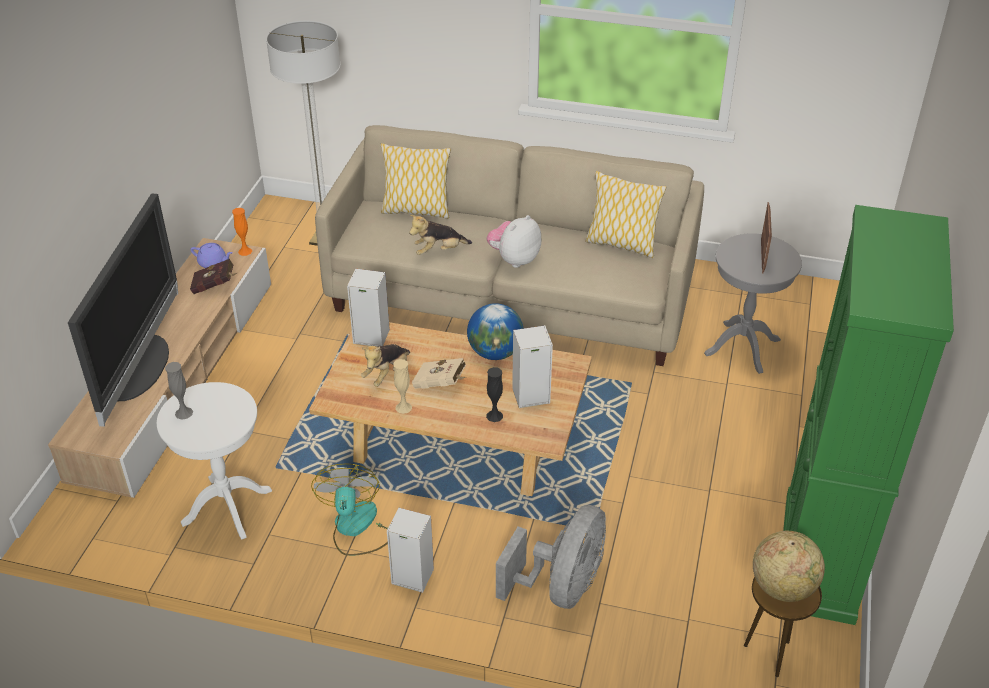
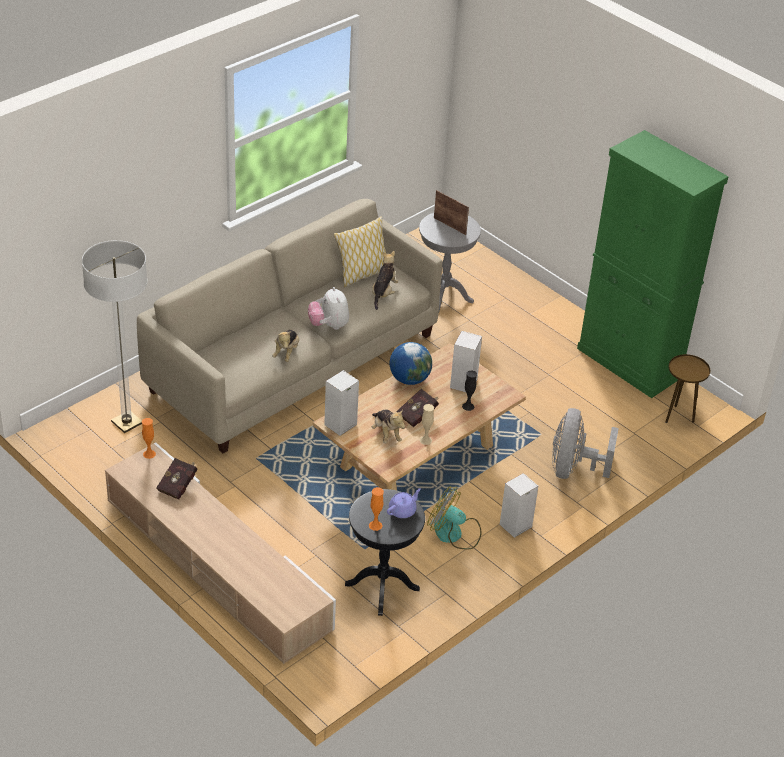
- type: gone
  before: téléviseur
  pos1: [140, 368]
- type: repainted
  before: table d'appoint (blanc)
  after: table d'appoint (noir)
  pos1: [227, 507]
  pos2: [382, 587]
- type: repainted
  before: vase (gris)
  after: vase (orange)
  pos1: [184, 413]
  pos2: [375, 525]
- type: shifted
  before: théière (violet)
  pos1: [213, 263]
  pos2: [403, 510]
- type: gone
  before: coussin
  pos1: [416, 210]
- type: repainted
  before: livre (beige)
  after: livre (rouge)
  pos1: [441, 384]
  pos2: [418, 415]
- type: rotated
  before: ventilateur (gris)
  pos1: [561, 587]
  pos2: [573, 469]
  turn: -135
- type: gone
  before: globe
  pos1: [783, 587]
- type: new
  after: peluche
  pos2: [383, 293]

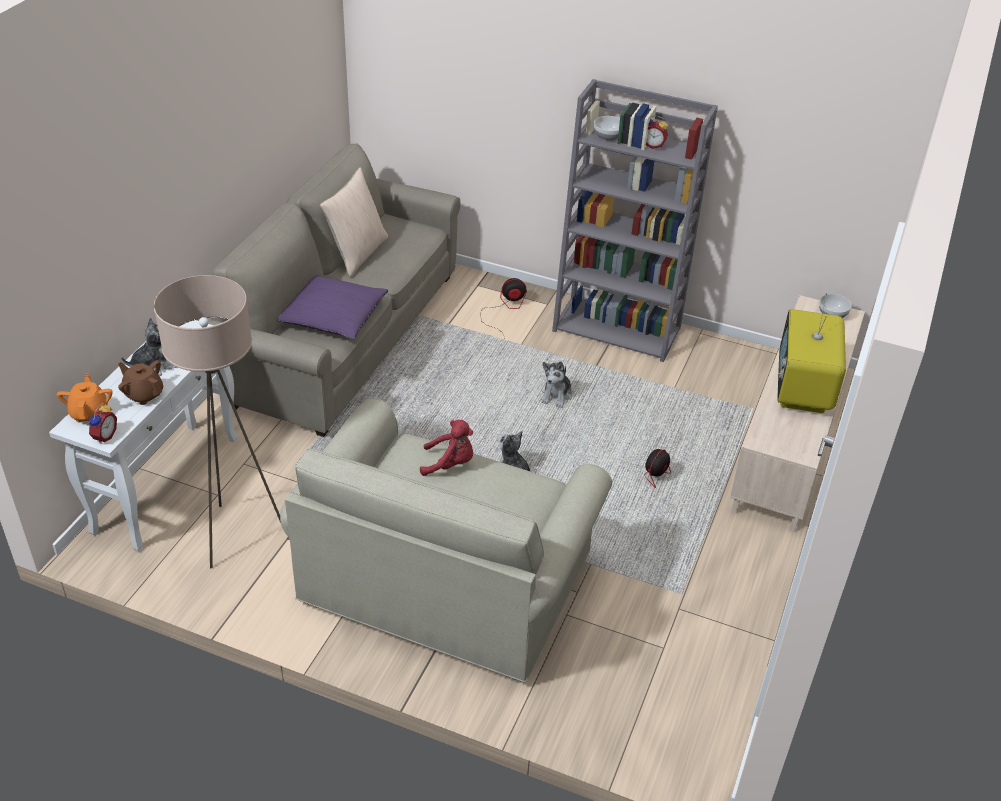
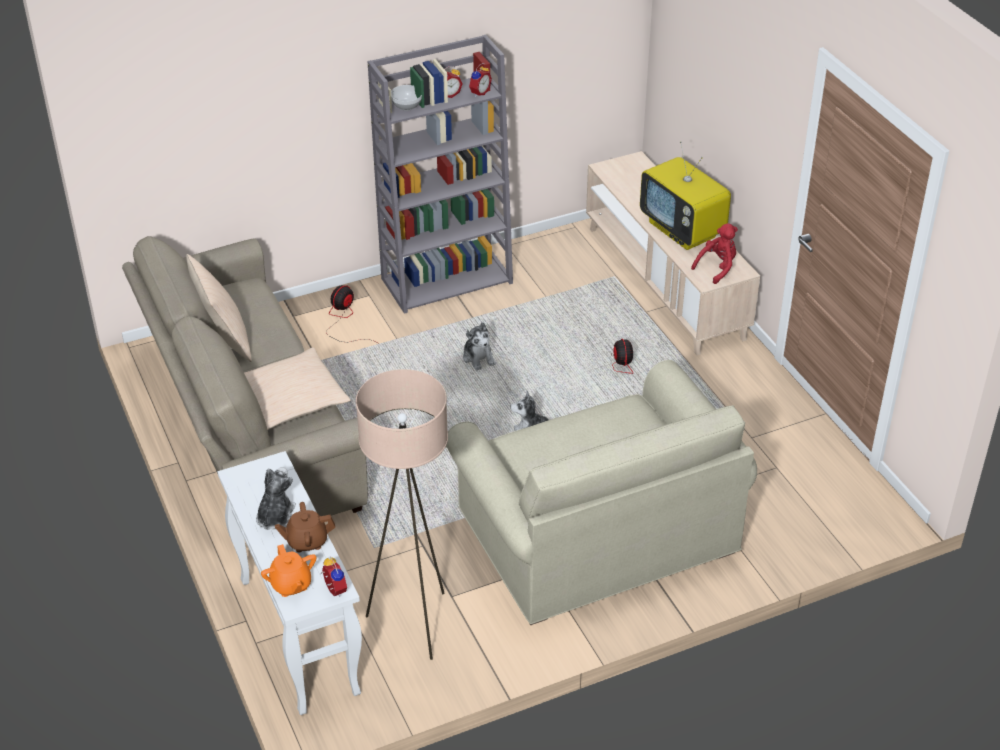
- type: rotated
  before: théière (orange)
  pos1: [90, 413]
  pos2: [291, 585]
  turn: -150
- type: repainted
  before: coussin (violet)
  after: coussin (beige)
  pos1: [332, 317]
  pos2: [291, 400]
- type: shifted
  before: peluche (rouge)
  pos1: [450, 464]
  pos2: [717, 268]
- type: gone
  before: bol
  pos1: [832, 314]
- type: new
  after: réveil
  pos2: [479, 92]

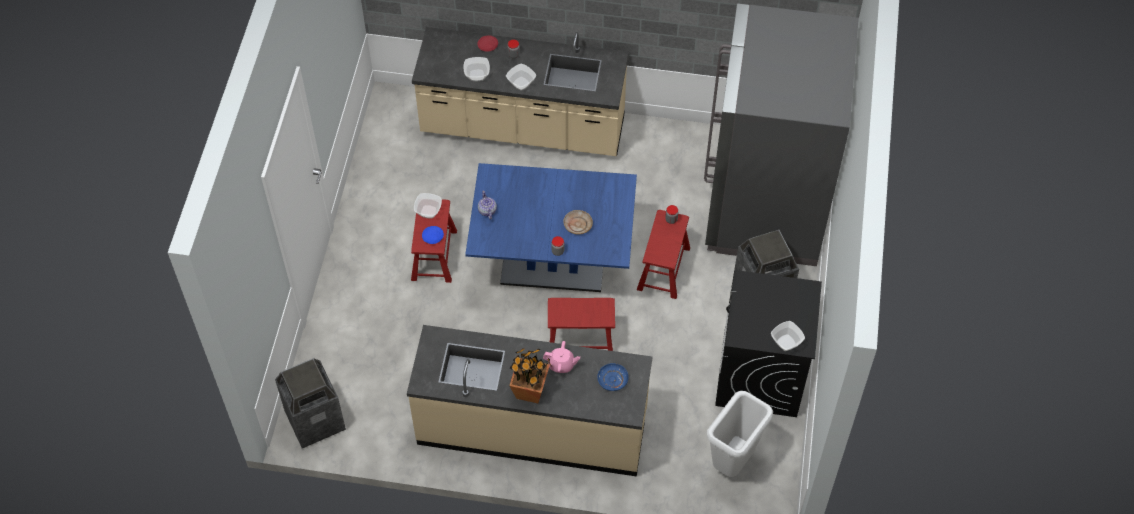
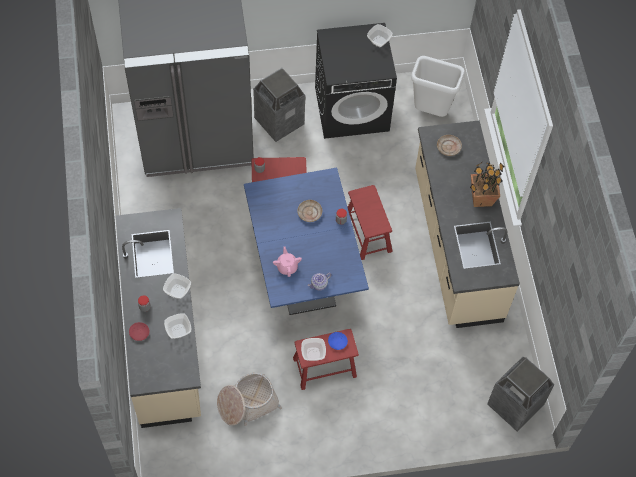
- type: shifted
  before: théière (rose)
  pos1: [561, 365]
  pos2: [287, 267]
- type: repainted
  before: assiette (bleu)
  after: assiette (beige)
  pos1: [612, 379]
  pos2: [448, 147]
- type: new
  after: panier
  pos2: [247, 403]

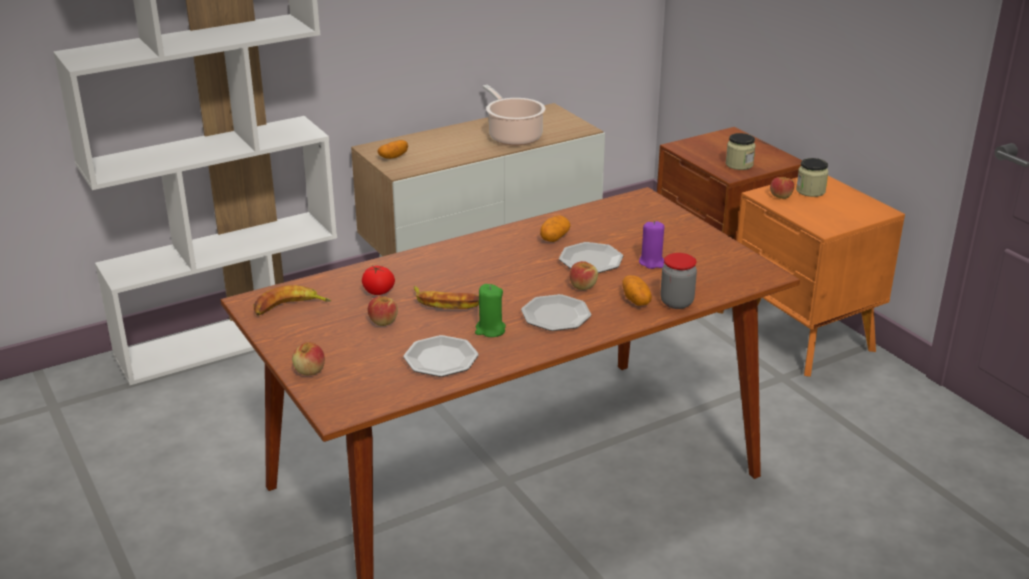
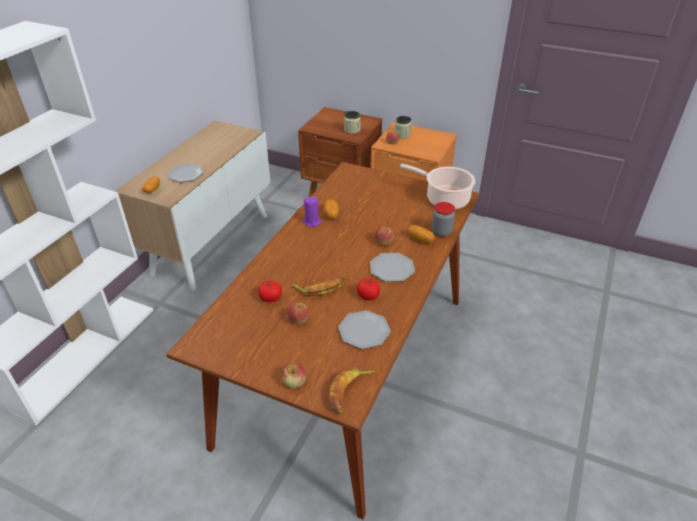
- type: shifted
  before: banane
  pos1: [290, 307]
  pos2: [349, 392]
- type: swapped
  before: bougie (vert)
  after: tomate
  pos1: [490, 330]
  pos2: [368, 296]
- type: shifted
  before: marmite
  pos1: [513, 136]
  pos2: [444, 199]
- type: shifted
  before: assiette
  pos1: [590, 260]
  pos2: [185, 174]
- type: shifted
  before: bougie (violet)
  pos1: [652, 262]
  pos2: [312, 222]

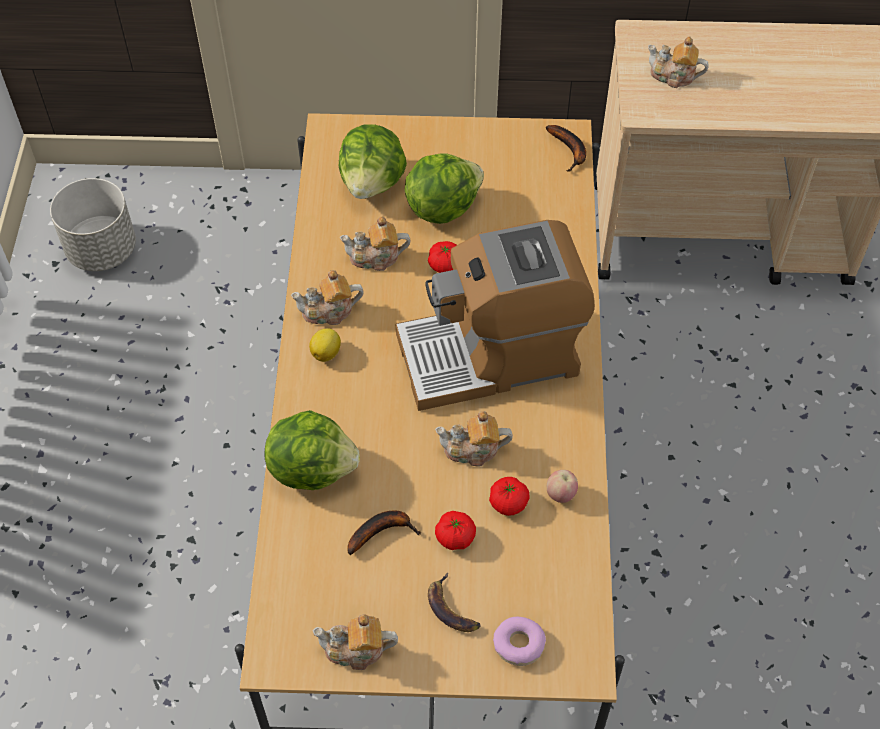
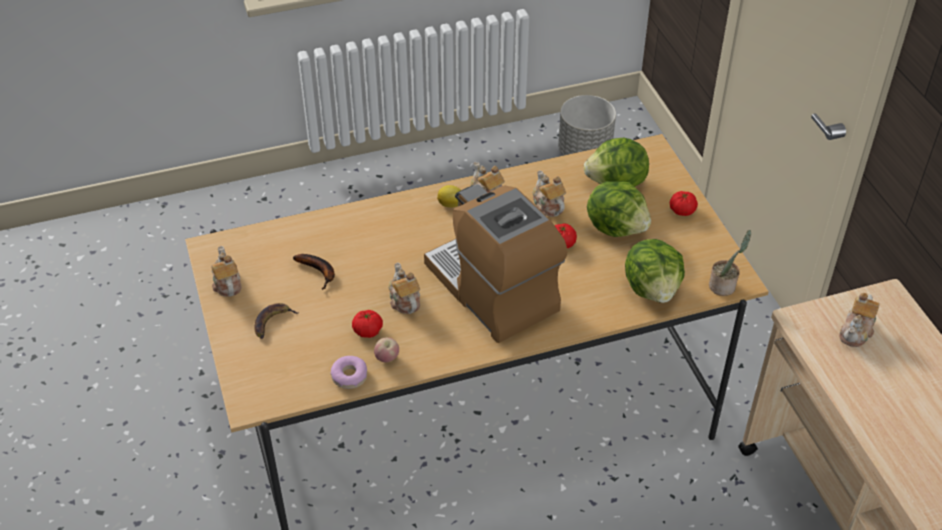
- type: shifted
  before: laitue
  pos1: [312, 468]
  pos2: [652, 289]
- type: shifted
  before: tomate
  pos1: [455, 537]
  pos2: [682, 210]
- type: shifted
  before: beignet
  pos1: [519, 644]
  pos2: [349, 376]
- type: swapped
  before: banane
  after: plante en pot
  pos1: [570, 150]
  pos2: [724, 286]
- type: rotated
  before: théière
  pos1: [673, 76]
  pos2: [856, 331]
  turn: -150

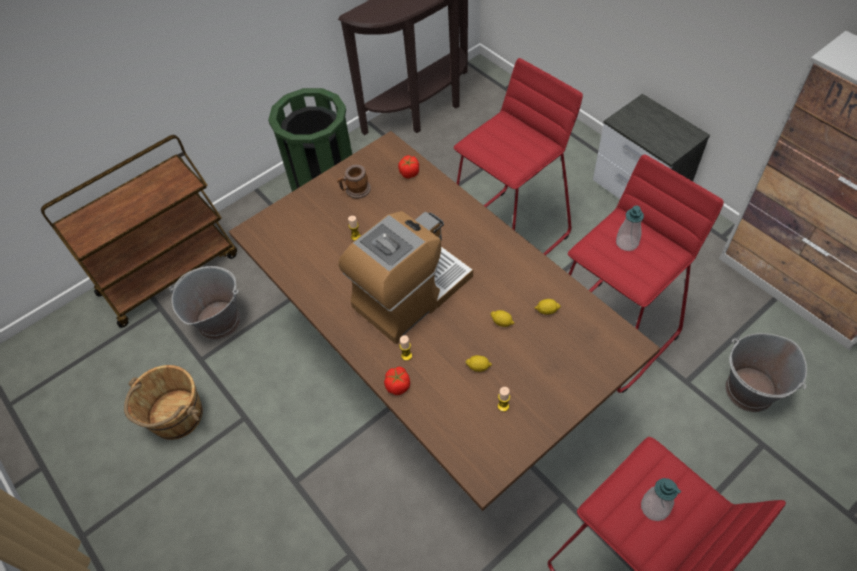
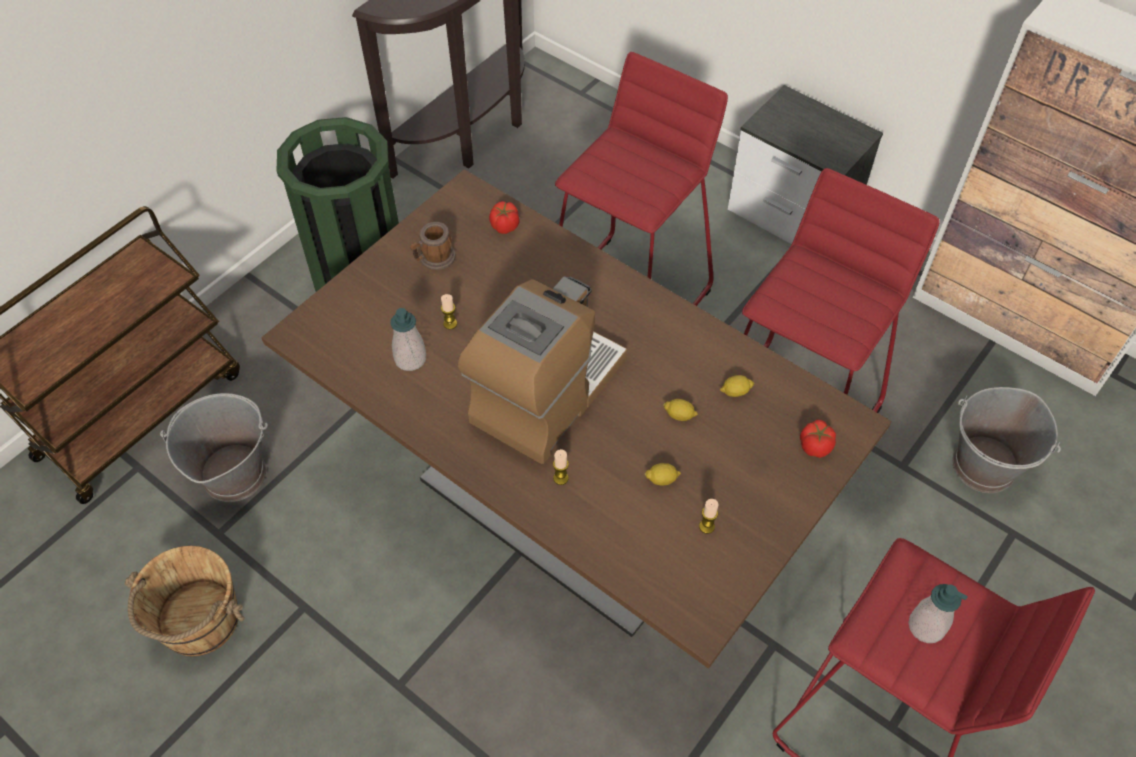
- type: shifted
  before: tomate
  pos1: [398, 385]
  pos2: [815, 446]
- type: shifted
  before: distributeur de savon
  pos1: [627, 243]
  pos2: [410, 359]

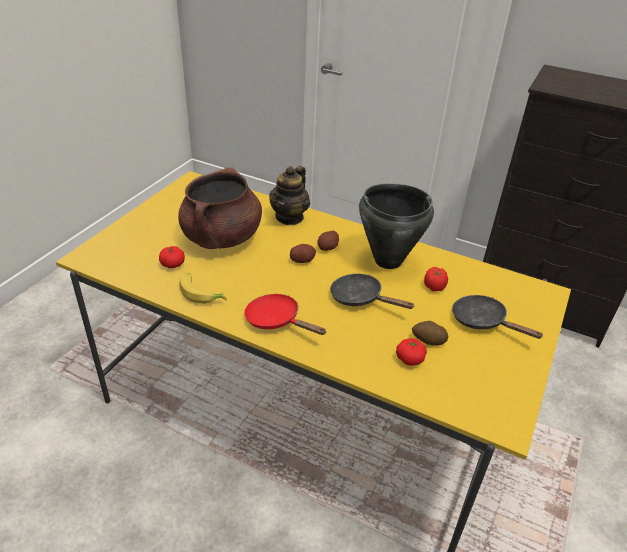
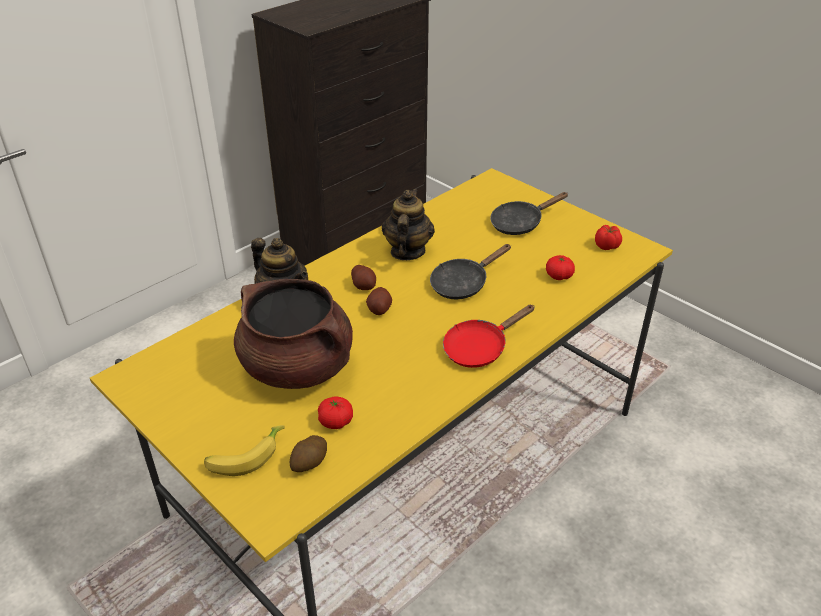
- type: shifted
  before: banane
  pos1: [201, 293]
  pos2: [245, 456]
- type: swapped
  before: marmite (noir)
  after: théière
  pos1: [387, 260]
  pos2: [407, 251]
- type: shifted
  before: pomme de terre
  pos1: [428, 341]
  pos2: [309, 463]
- type: shifted
  before: tomate
  pos1: [434, 287]
  pos2: [607, 246]

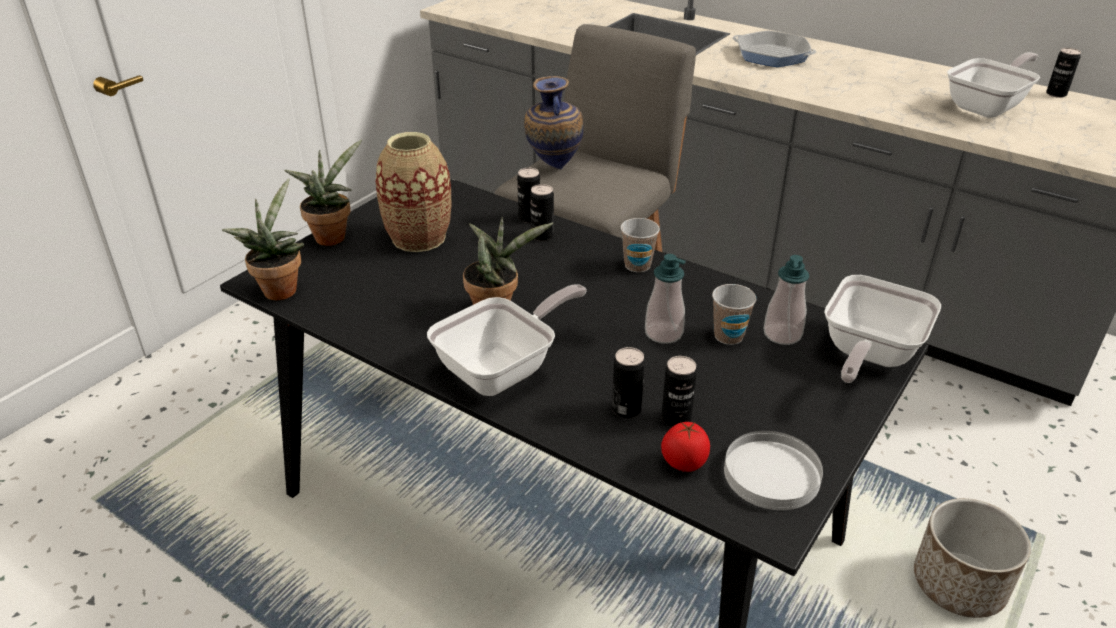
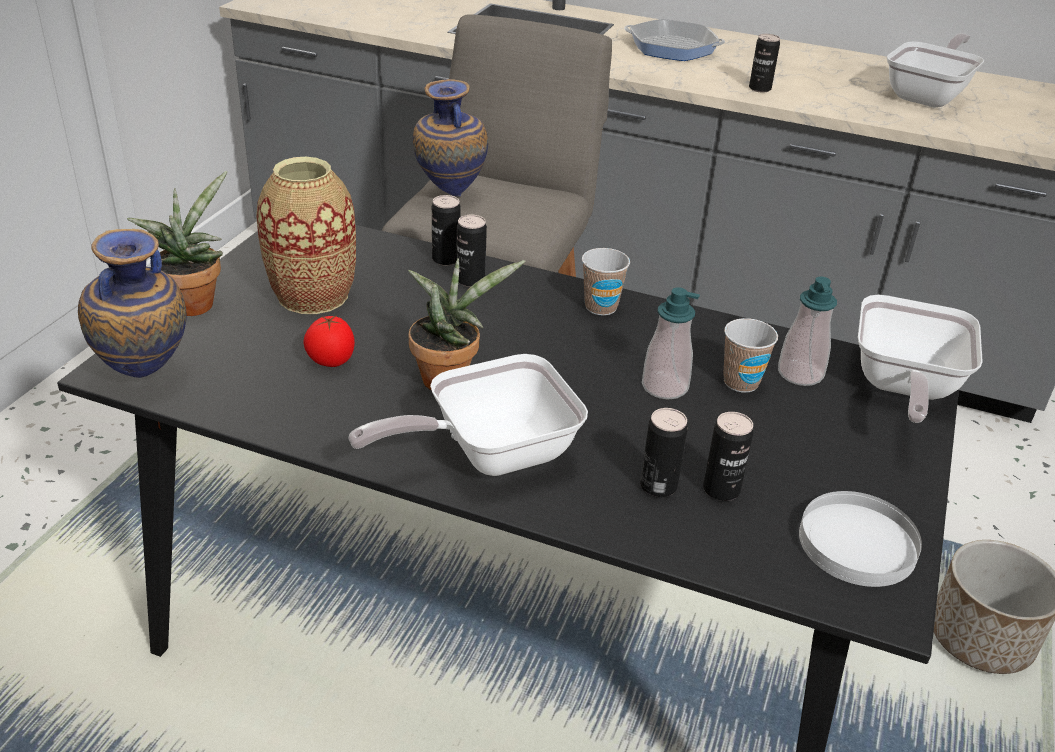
- type: swapped
  before: plante en pot
  after: vase
  pos1: [279, 288]
  pos2: [146, 379]
- type: rotated
  before: poêle
  pos1: [504, 369]
  pos2: [489, 453]
  turn: -150
- type: shifted
  before: tomate
  pos1: [683, 464]
  pos2: [330, 362]
- type: shifted
  before: boîte métallique
  pos1: [1056, 94]
  pos2: [760, 88]

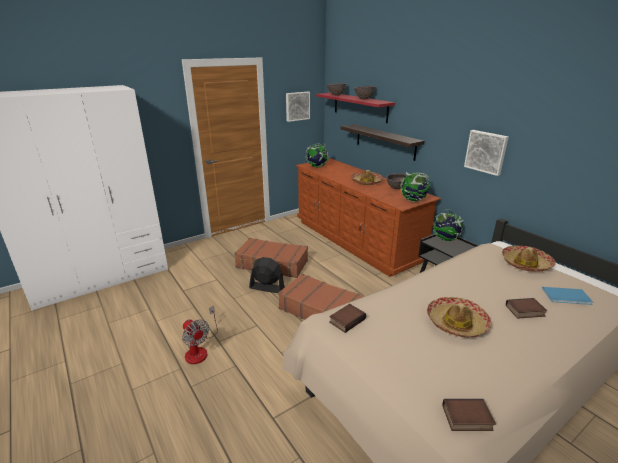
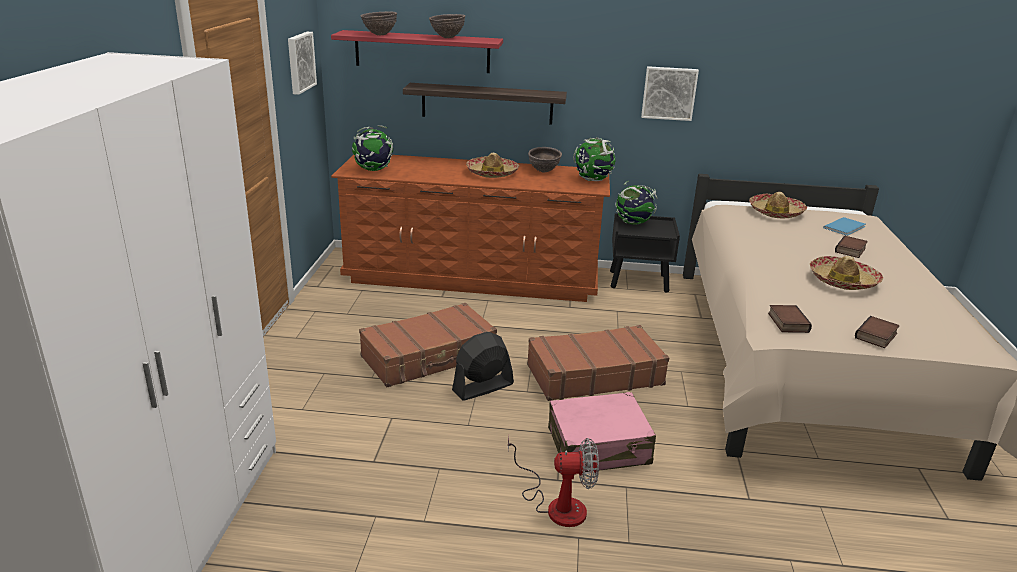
- type: shifted
  before: livre
  pos1: [466, 419]
  pos2: [877, 336]
- type: new
  after: valise (rose)
  pos2: [599, 447]

